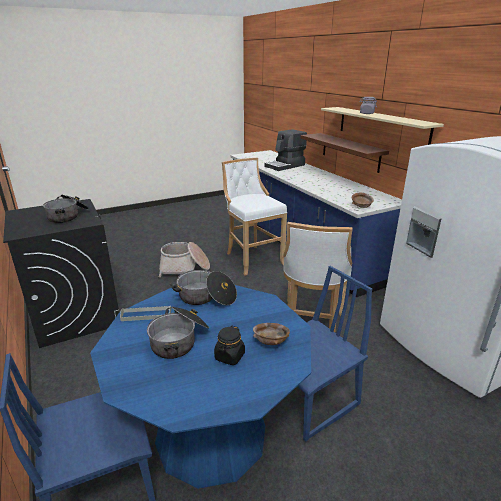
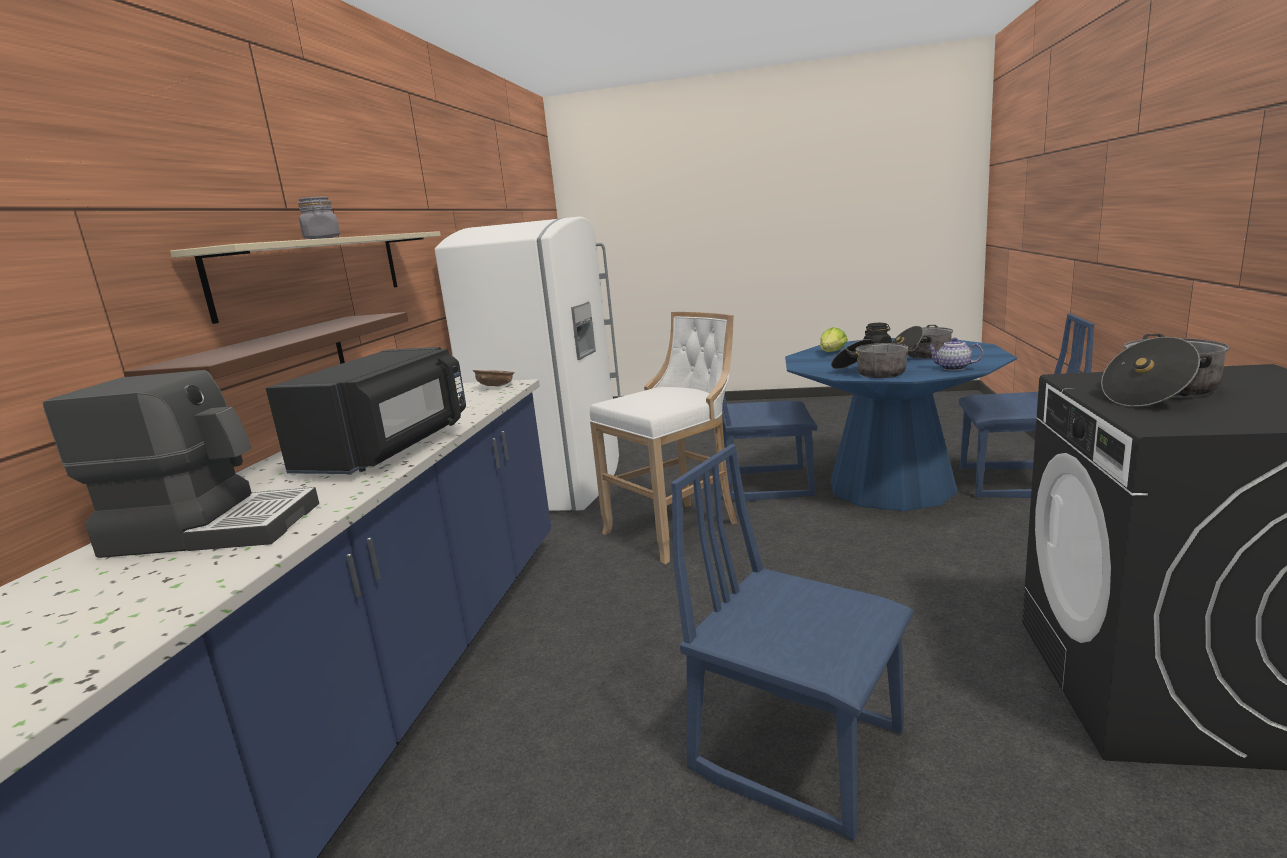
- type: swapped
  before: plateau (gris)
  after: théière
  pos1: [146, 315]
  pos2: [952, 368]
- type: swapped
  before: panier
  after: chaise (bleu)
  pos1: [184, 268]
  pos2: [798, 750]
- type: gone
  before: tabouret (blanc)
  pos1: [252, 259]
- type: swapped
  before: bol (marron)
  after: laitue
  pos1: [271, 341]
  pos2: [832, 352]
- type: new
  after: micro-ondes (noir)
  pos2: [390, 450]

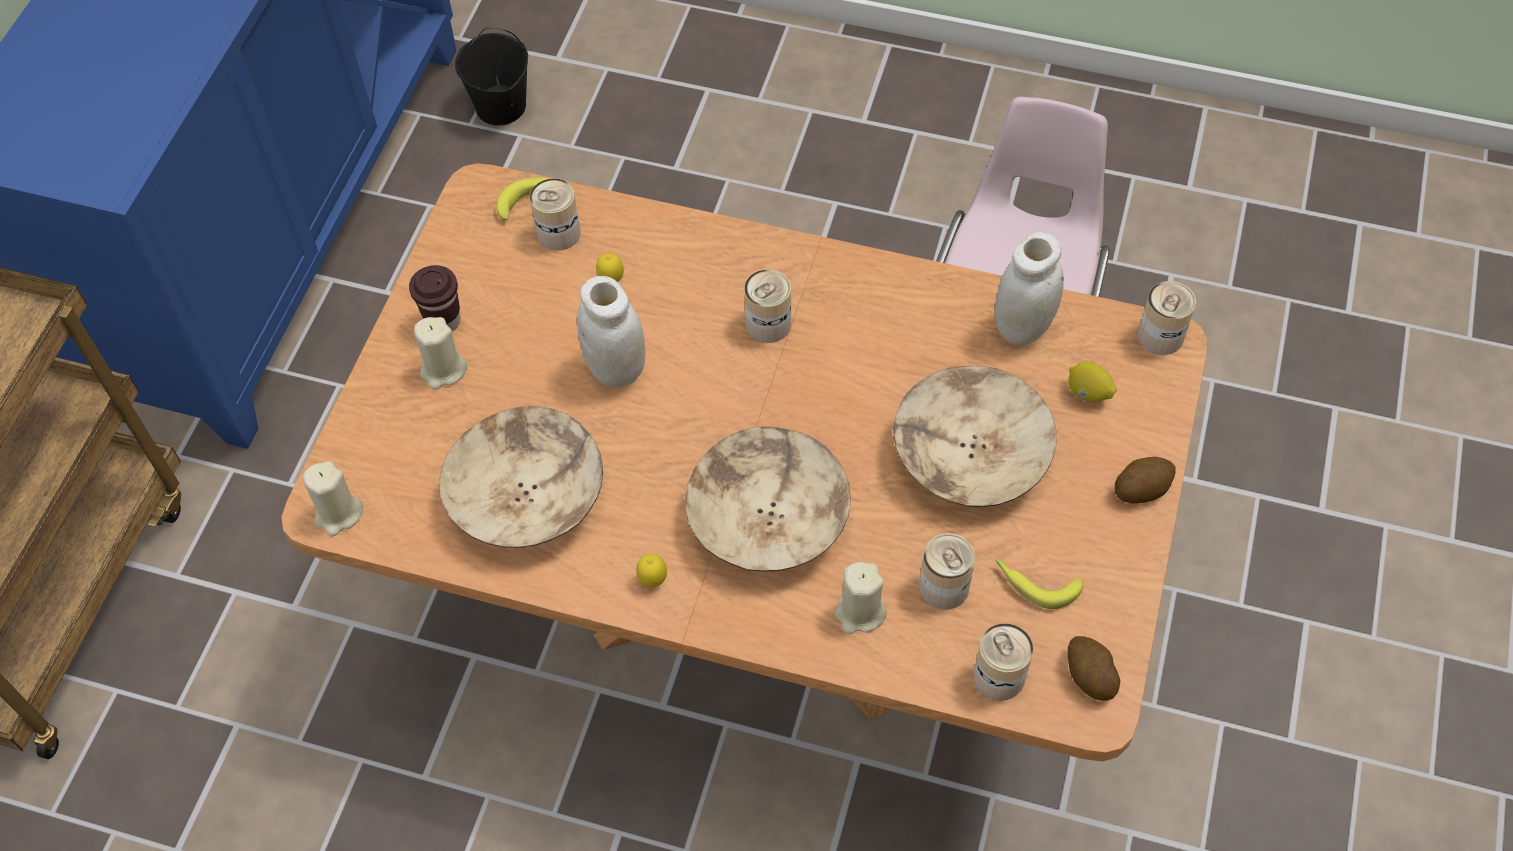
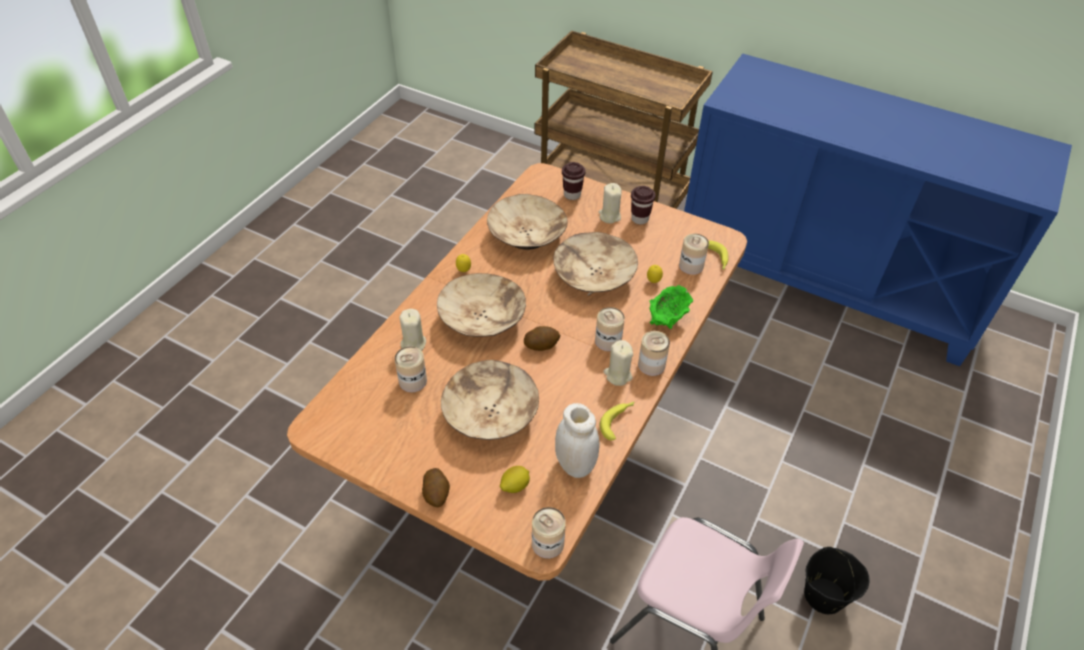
- type: shifted
  before: bougie (beige)
  pos1: [338, 513]
  pos2: [618, 375]
- type: shifted
  before: seau (noir)
  pos1: [501, 107]
  pos2: [823, 596]
- type: swapped
  before: bocal (blanc)
  after: bol (beige)
  pos1: [616, 368]
  pos2: [593, 275]
- type: shifted
  before: boîte métallique
  pos1: [999, 676]
  pos2: [651, 365]
- type: shifted
  before: banane
  pos1: [1035, 583]
  pos2: [618, 421]
- type: shifted
  before: pomme de terre
  pos1: [1089, 676]
  pos2: [541, 345]
- type: new
  after: tasse (marron)
  pos2: [572, 195]
- type: new
  after: bol (vert)
  pos2: [667, 318]

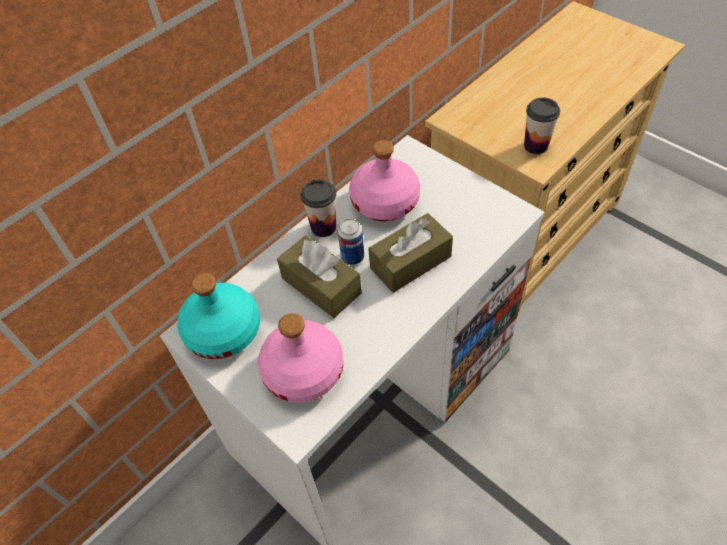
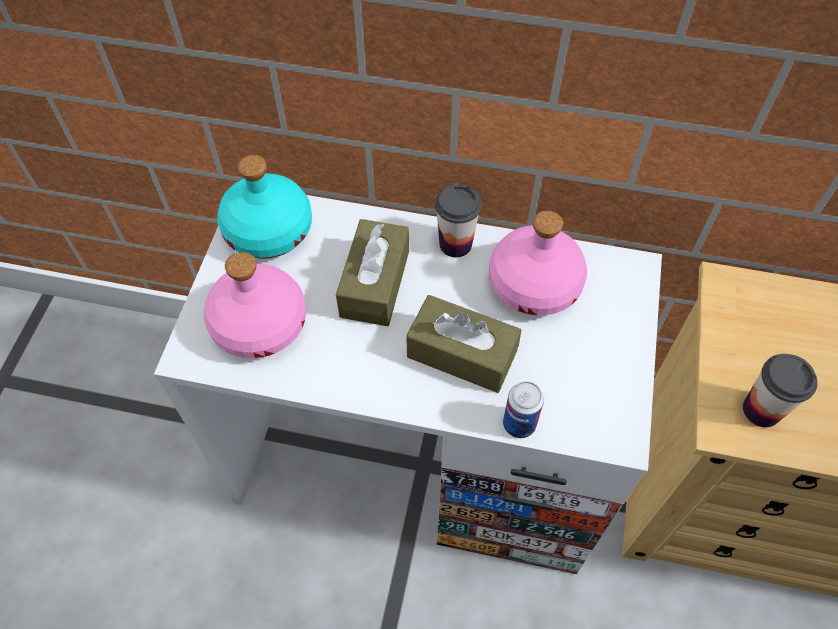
- type: shifted
  before: boîte métallique
  pos1: [352, 257]
  pos2: [519, 424]

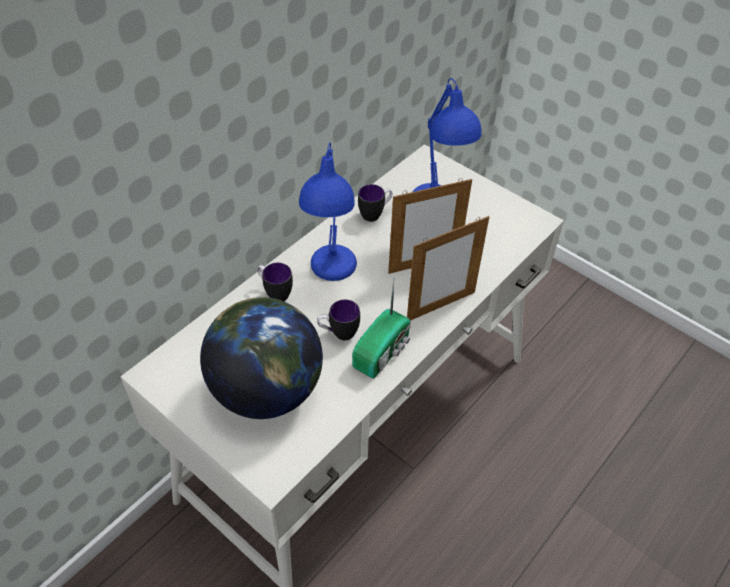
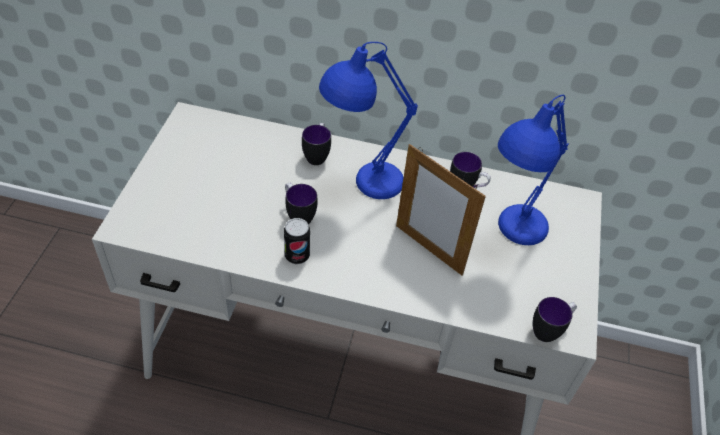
- type: gone
  before: globe
  pos1: [266, 390]
- type: swapped
  before: radio
  after: boîte métallique
  pos1: [383, 351]
  pos2: [297, 255]
- type: gone
  before: cadre photo
  pos1: [441, 306]
- type: new
  after: mug
  pos2: [549, 330]

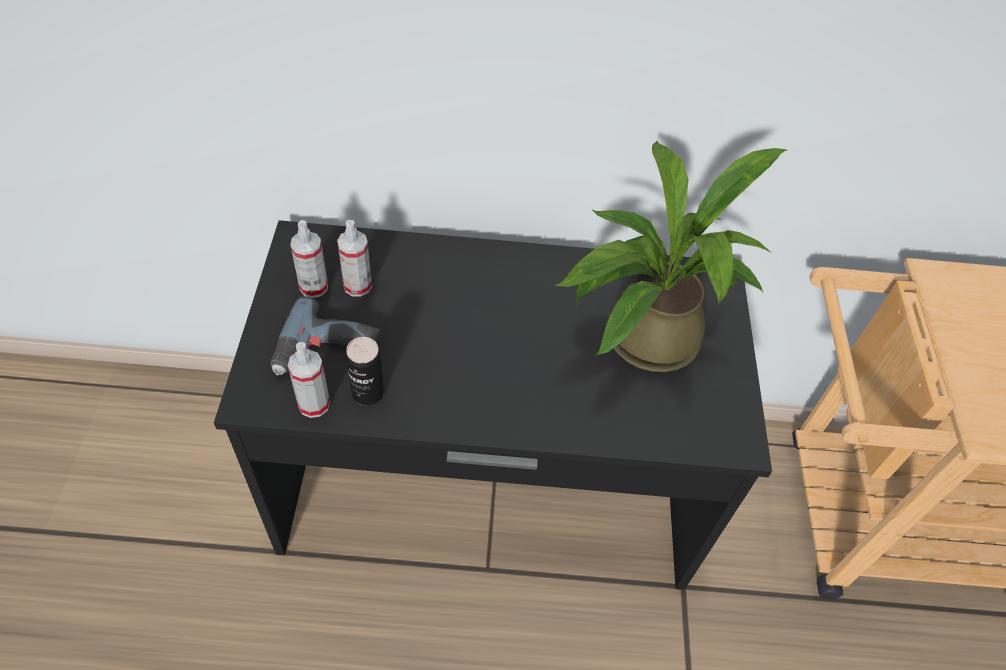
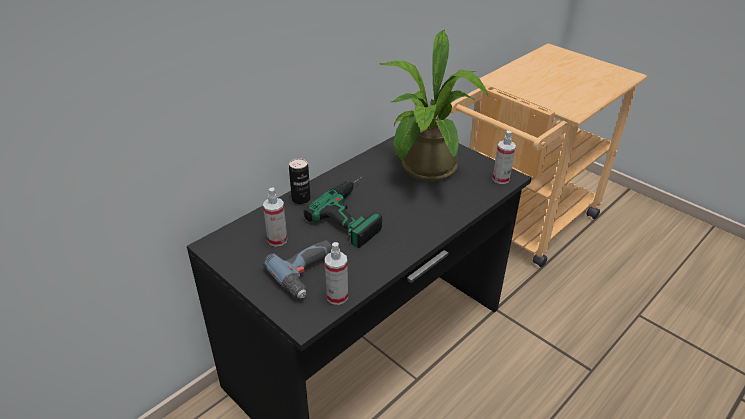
- type: shifted
  before: vaporisateur
  pos1: [314, 287]
  pos2: [501, 179]
- type: shifted
  before: boîte métallique
  pos1: [367, 393]
  pos2: [301, 199]
- type: new
  after: perceuse
  pos2: [356, 212]

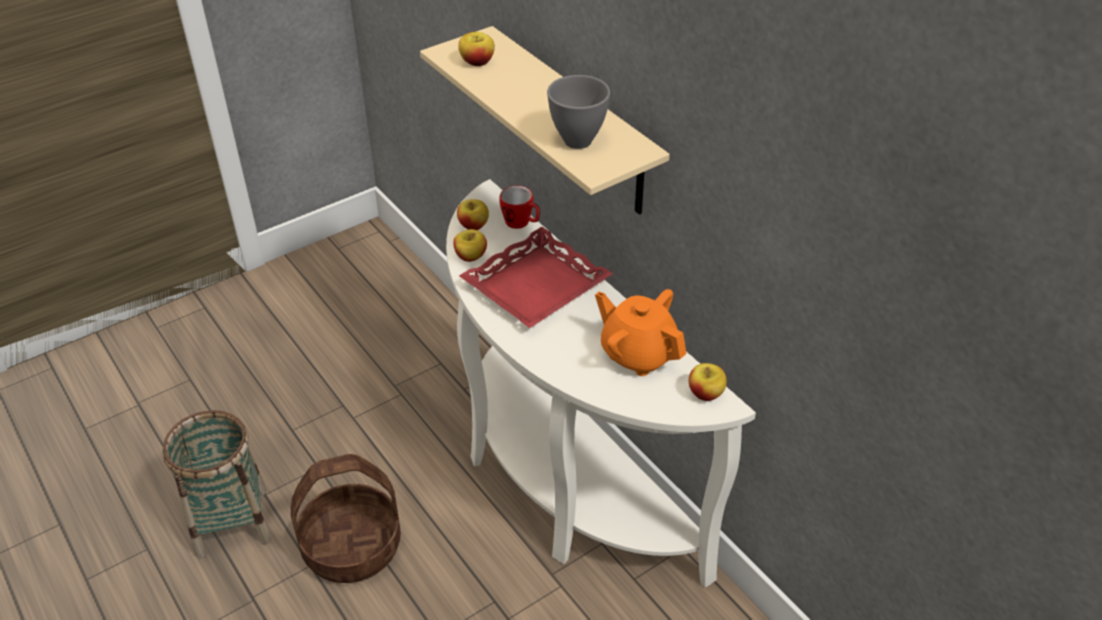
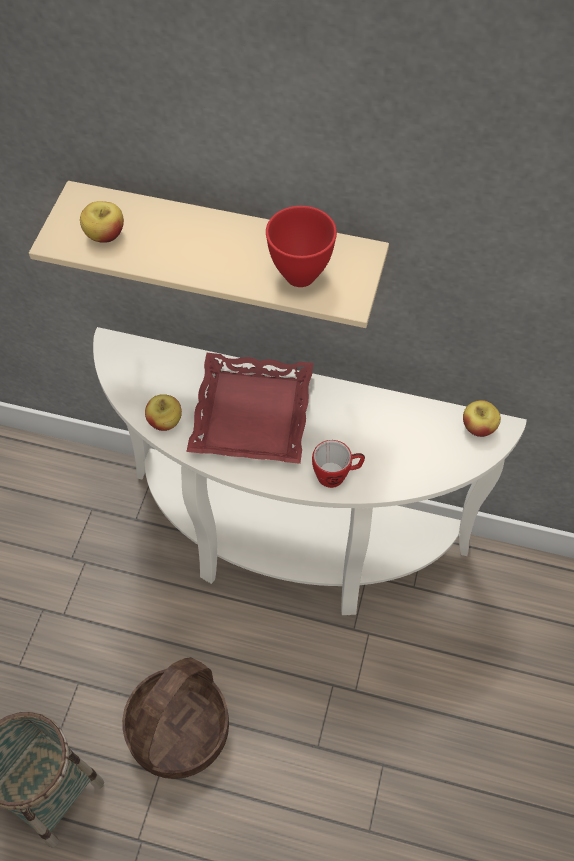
- type: gone
  before: pomme
  pos1: [473, 225]
- type: shifted
  before: mug
  pos1: [521, 223]
  pos2: [337, 475]
- type: repainted
  before: bol (gris)
  after: bol (rouge)
  pos1: [578, 142]
  pos2: [301, 276]
- type: gone
  before: théière (orange)
  pos1: [638, 354]

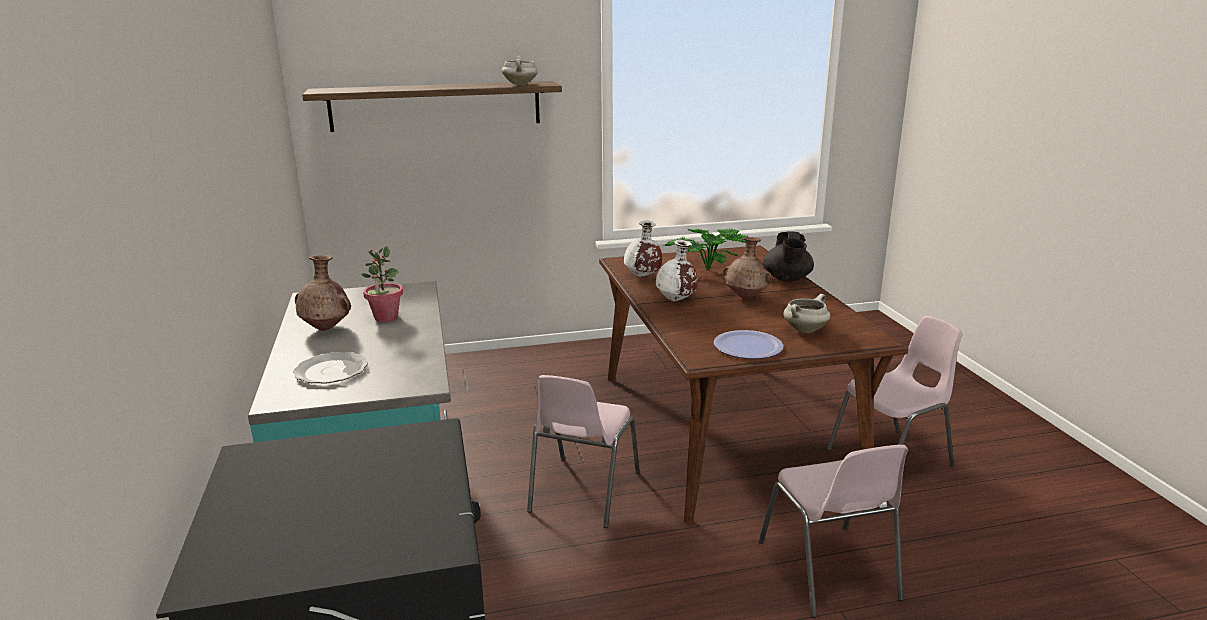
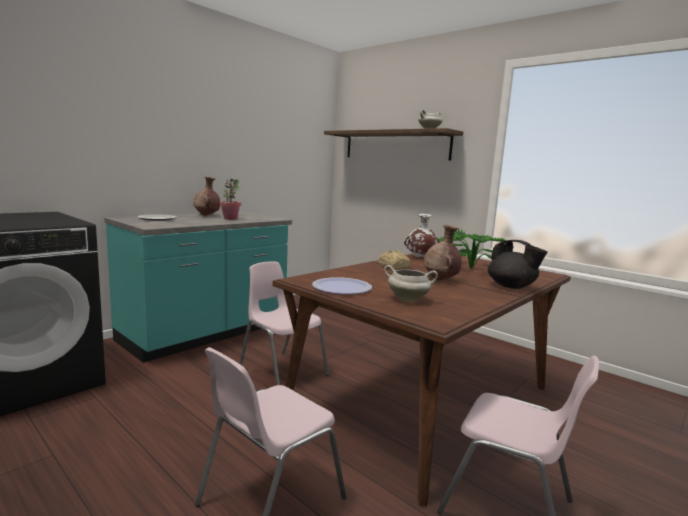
- type: rotated
  before: chaise (rose)
  pos1: [582, 492]
  pos2: [282, 371]
  turn: 60
- type: swapped
  before: vase (blanc)
  after: pain
  pos1: [676, 300]
  pos2: [393, 267]
- type: rotated
  before: théière (noir)
  pos1: [787, 279]
  pos2: [512, 287]
  turn: -105

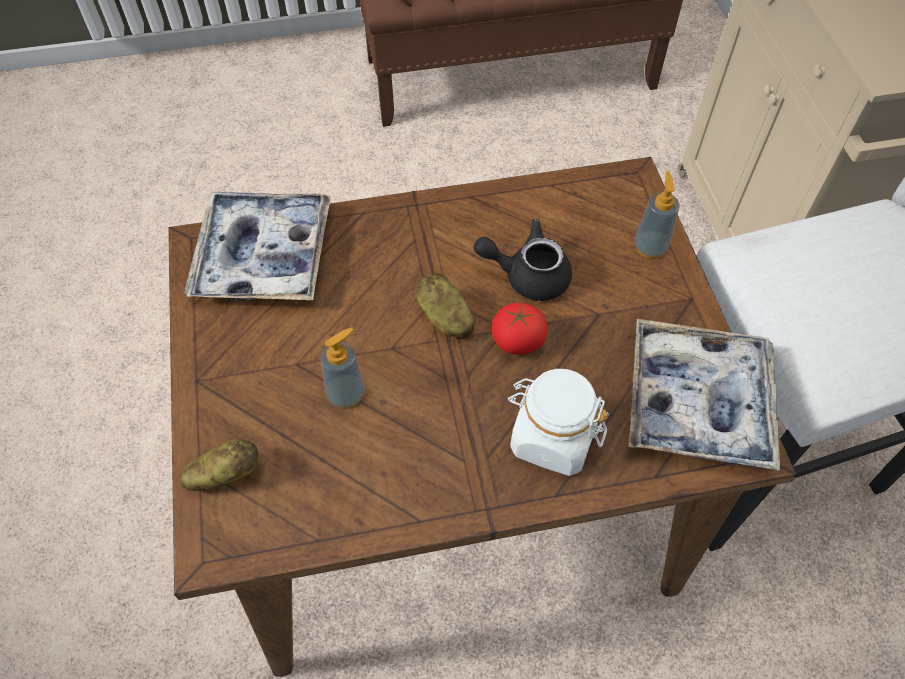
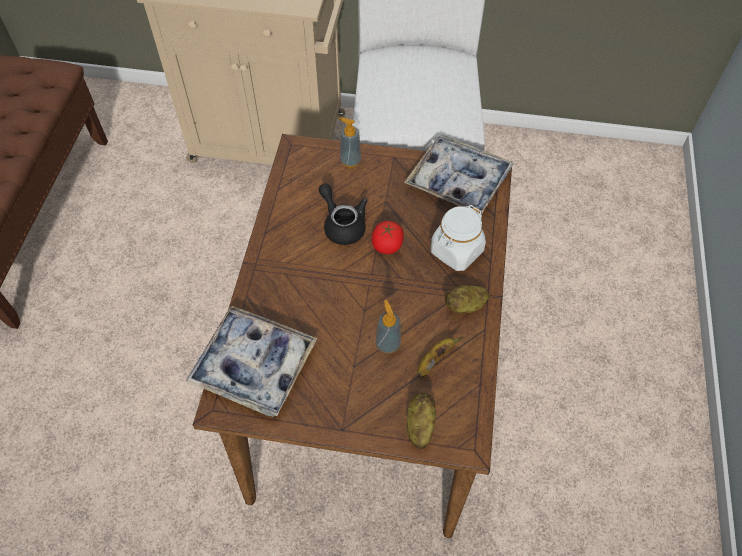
- type: shifted
  before: pomme de terre
  pos1: [444, 318]
  pos2: [465, 306]
- type: rotated
  before: théière (noir)
  pos1: [527, 275]
  pos2: [342, 225]
  turn: 120
- type: new
  after: banane
  pos2: [435, 359]

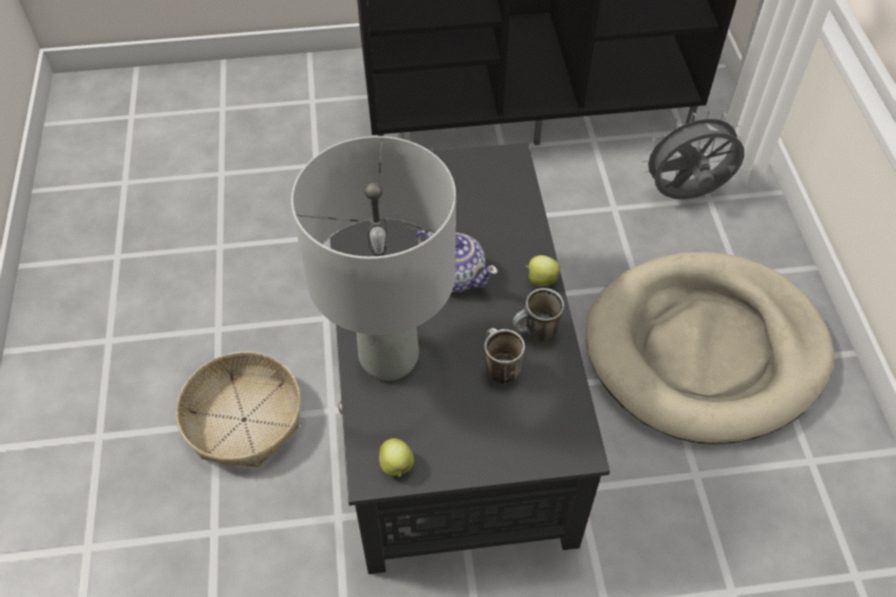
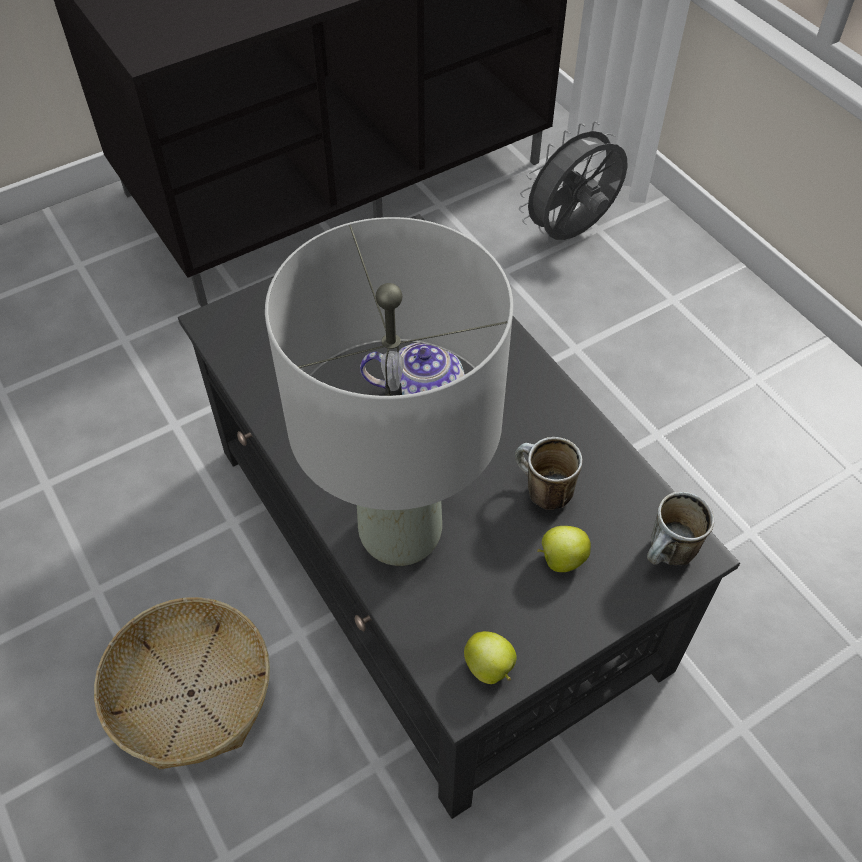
- type: shifted
  before: mug
  pos1: [536, 333]
  pos2: [668, 556]
- type: shifted
  before: pomme
  pos1: [541, 280]
  pos2: [561, 560]
- type: gone
  before: panier pour chien (beige)
  pos1: [705, 350]

